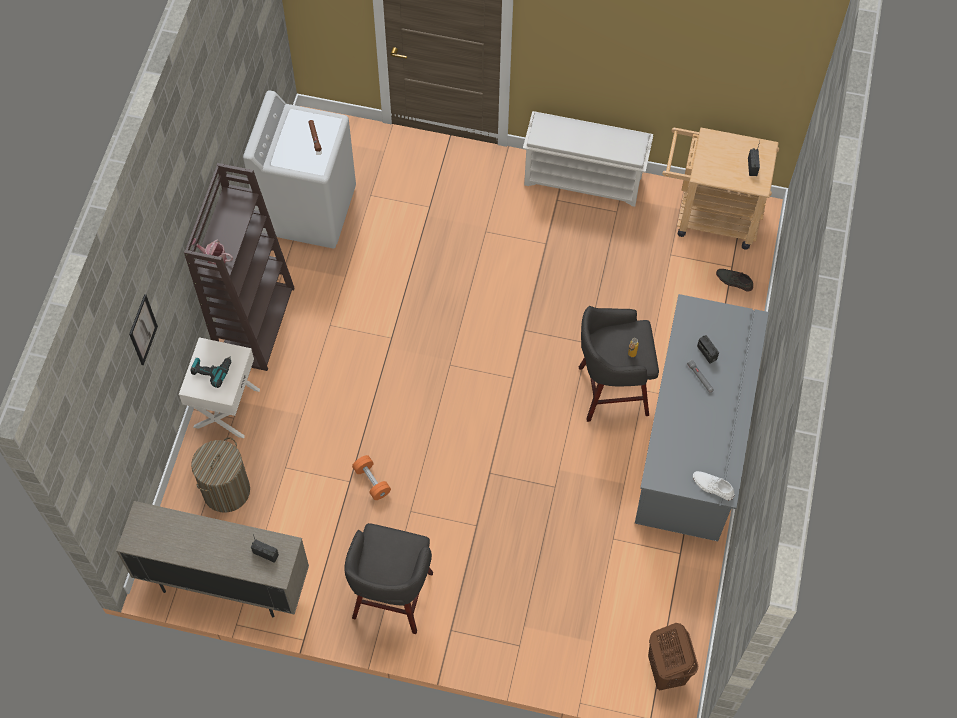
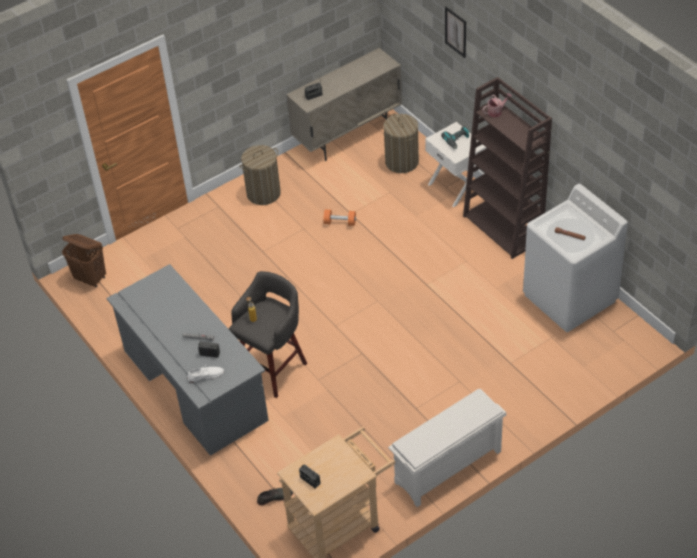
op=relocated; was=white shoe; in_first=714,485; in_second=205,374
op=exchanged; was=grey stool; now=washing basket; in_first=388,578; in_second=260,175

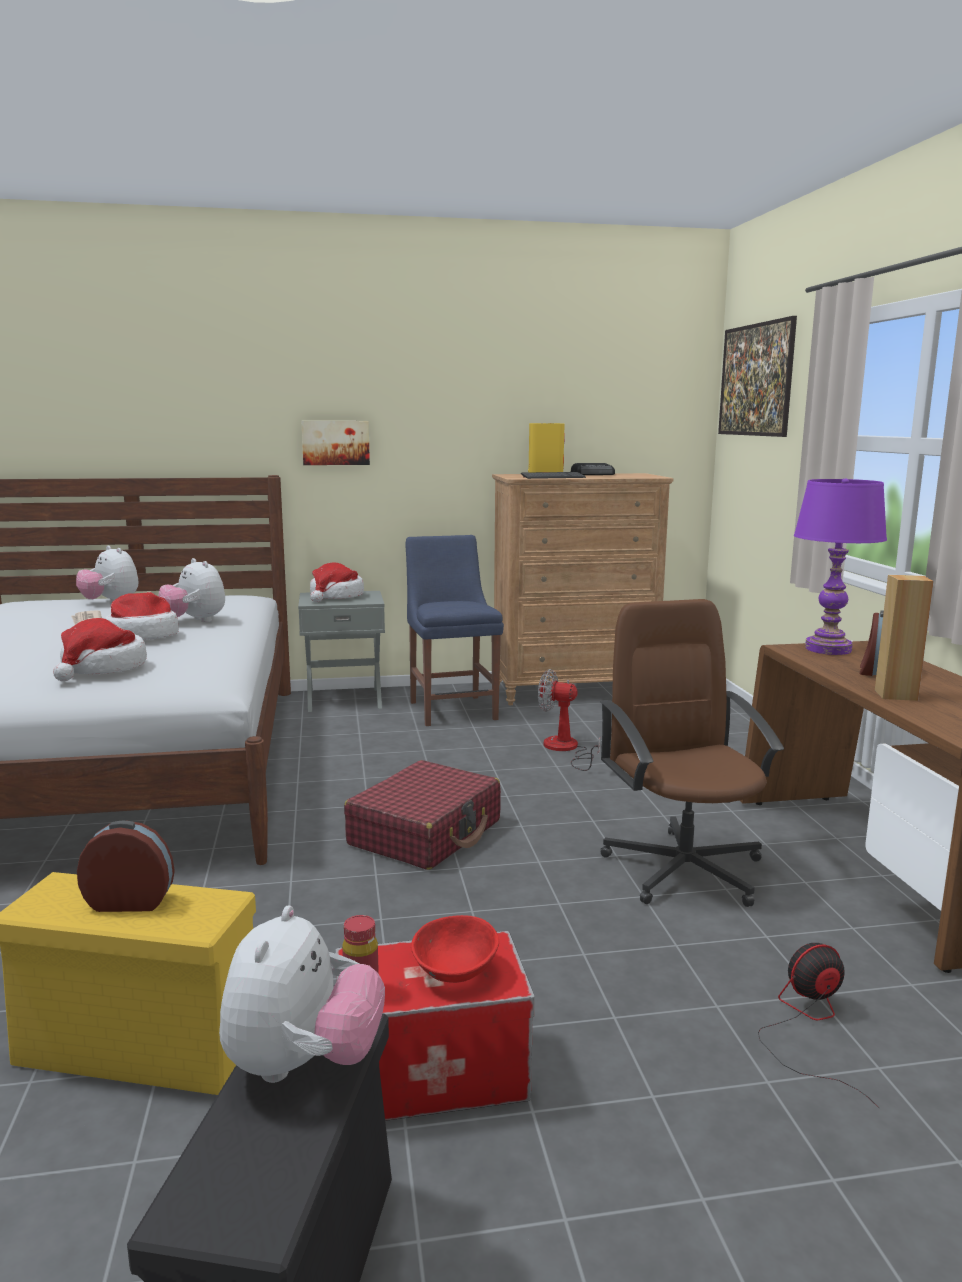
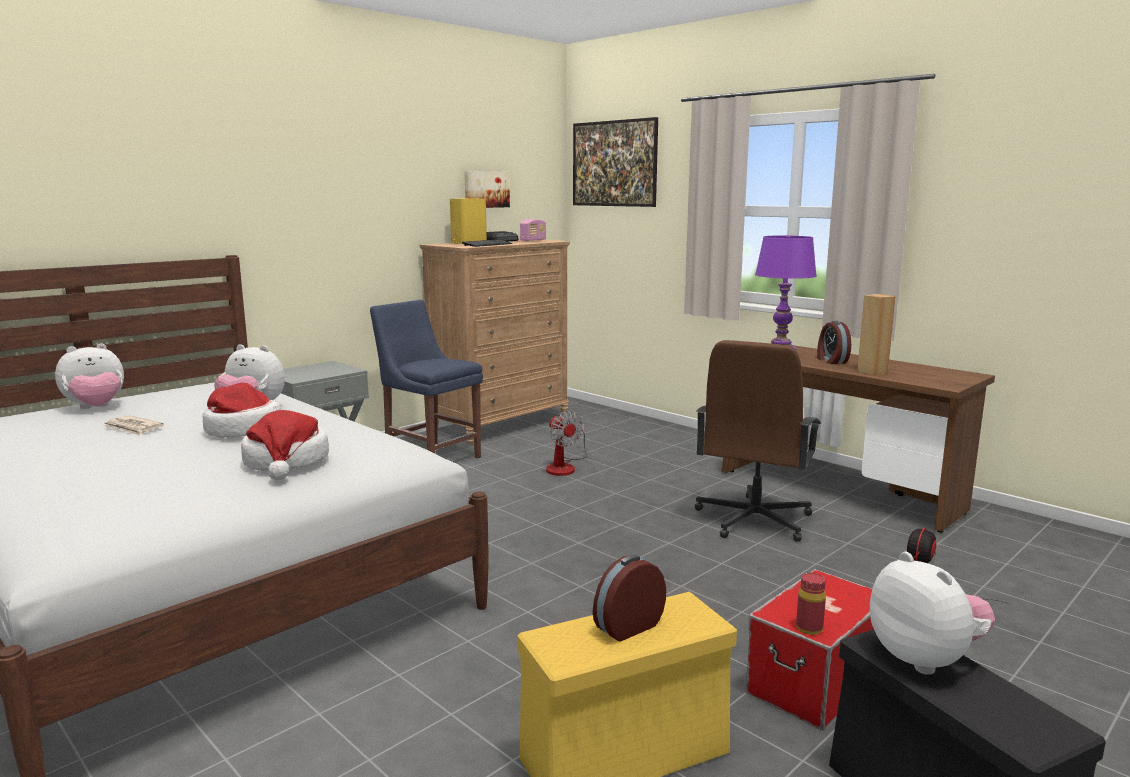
op=missing; was=clothing hat; in_first=337,582
op=missing; was=red suitcase; in_first=422,815
op=missing; was=red deep dish; in_first=455,949
op=appeared; now=radio set; in_second=533,230
op=relocated; was=wall art; in_first=335,443; in_second=487,189
op=spun; was=plush toy; in_first=107,574; in_second=89,376; clockwise=-45
op=spun; was=cooling fan; in_first=569,720; in_second=566,443; clockwise=-105
op=spun; was=brown-coloured office chair; in_first=692,753; in_second=758,441; clockwise=-105

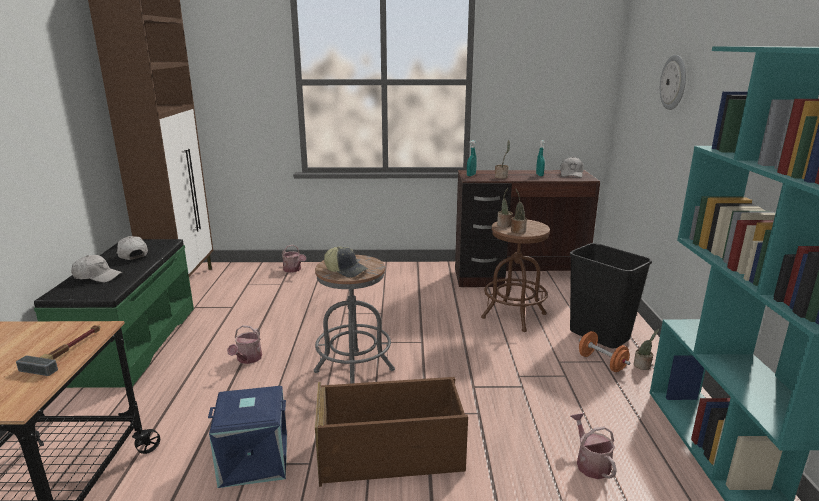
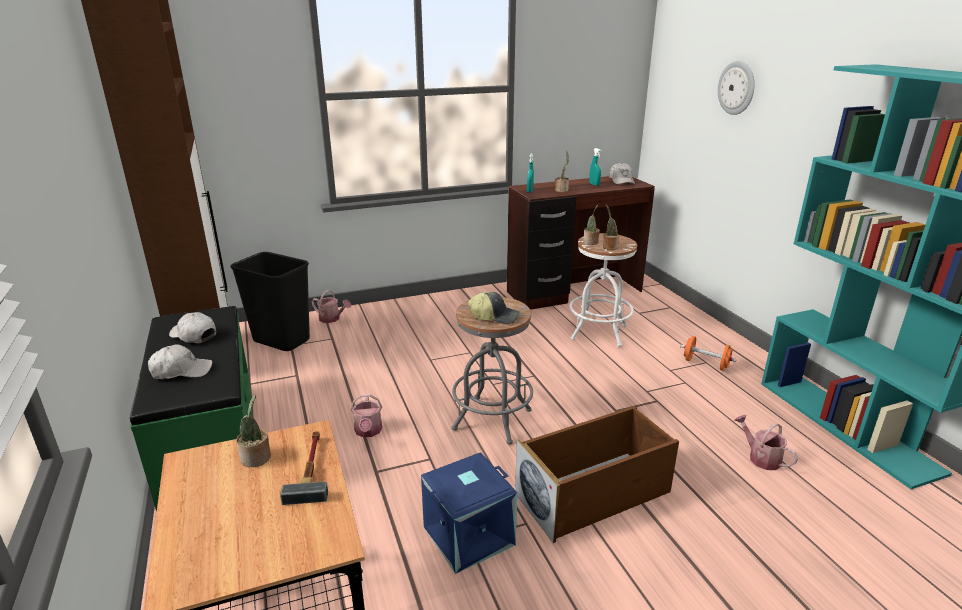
op=relocated; was=black-coloured rubbish bin; in_first=611,295; in_second=270,301
op=relocated; was=houseplant; in_first=646,349; in_second=253,431
op=colour; was=brown-coloured stool; now=white stool; in_first=515,275; in_second=603,290

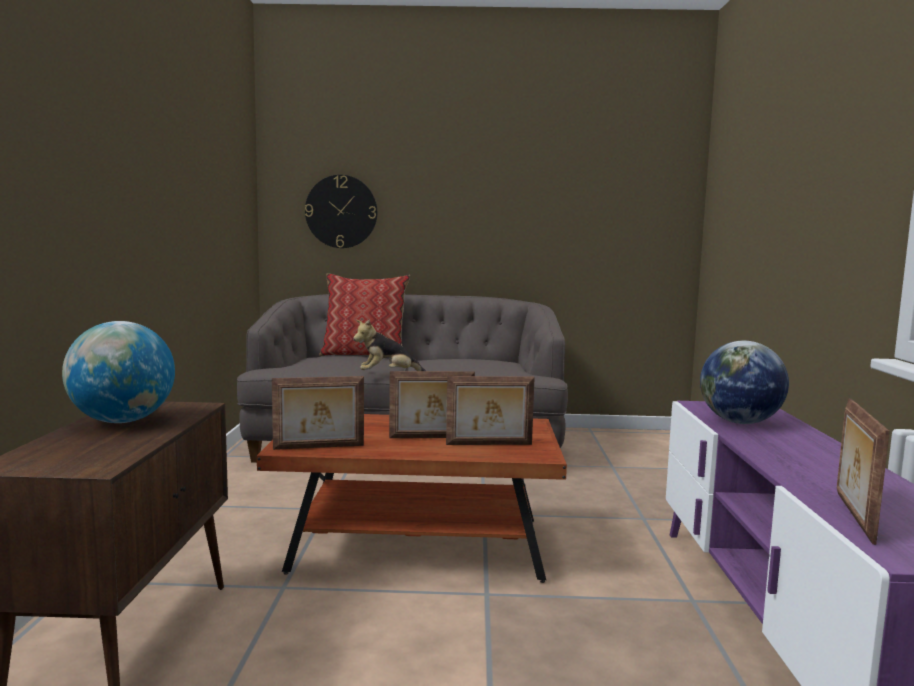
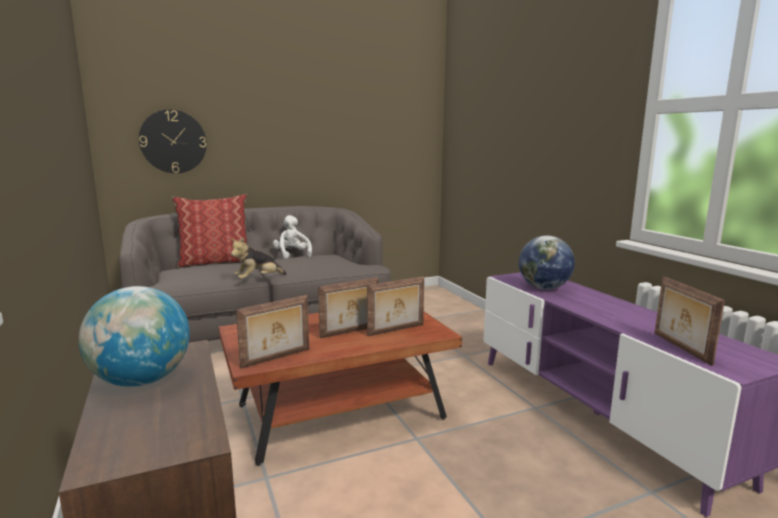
op=appeared; now=white plush toy; in_second=292,237

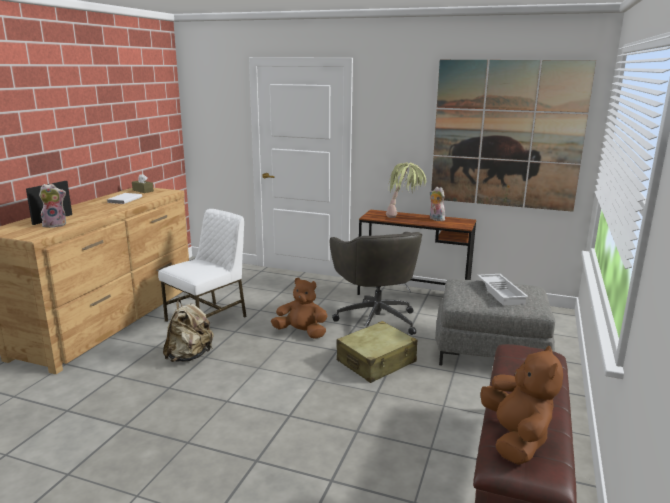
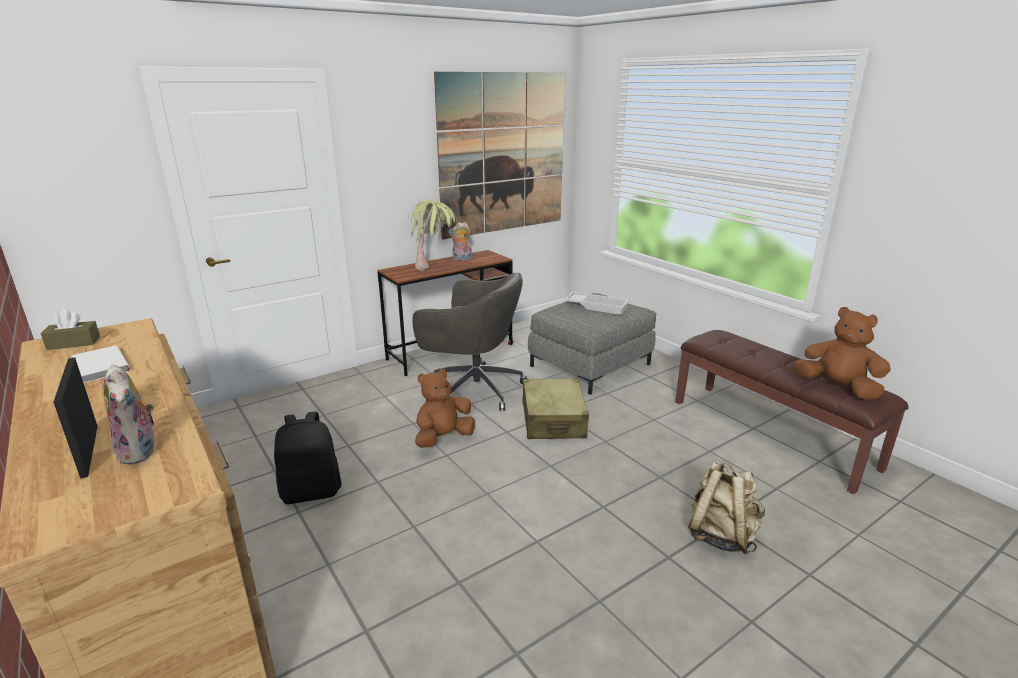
op=relocated; was=beige-coloured rucksack; in_first=188,331; in_second=726,508
op=exchanged; was=white upright chair; now=black-coloured rucksack; in_first=202,265; in_second=307,458
op=spun; was=plush toy; in_first=52,206; in_second=129,414; clockwise=135

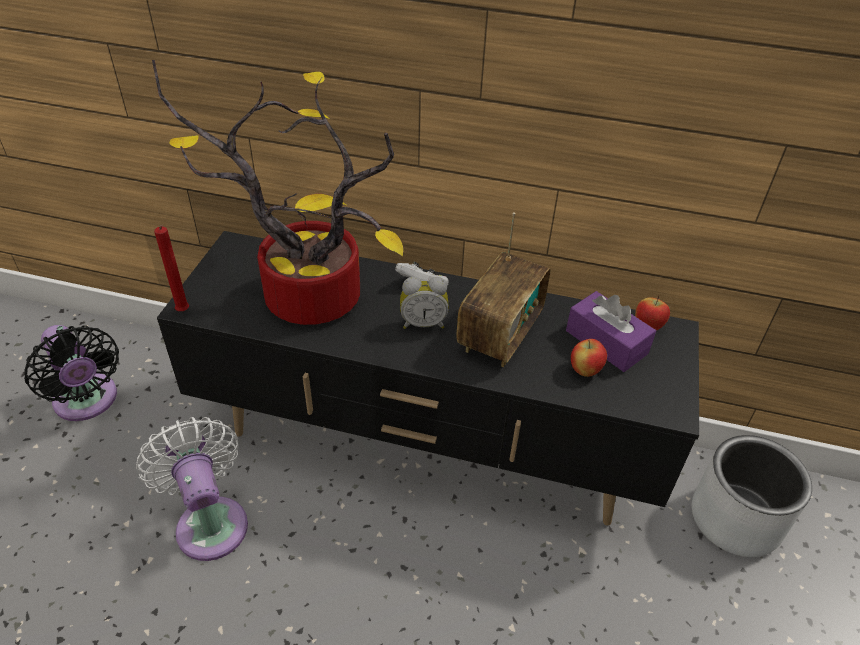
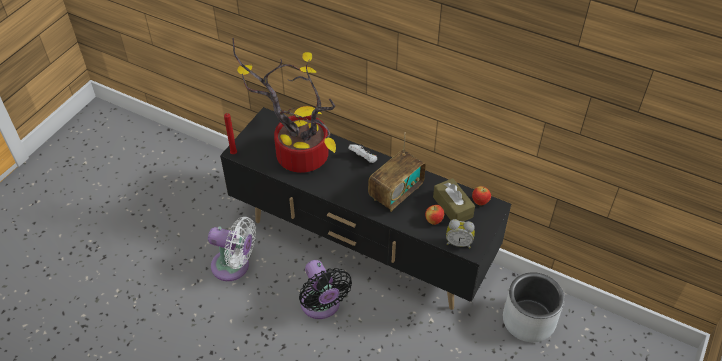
op=relocated; was=black-coloured cooling fan; in_first=71,373; in_second=325,289
op=relocated; was=bedside clock; in_first=424,303; in_second=460,234
op=colour; was=purplish tissue box; now=brown-coloured tissue box; in_first=611,331; in_second=454,200
op=spun; was=white cooling fan; in_first=192,489; in_second=232,249; clockwise=120

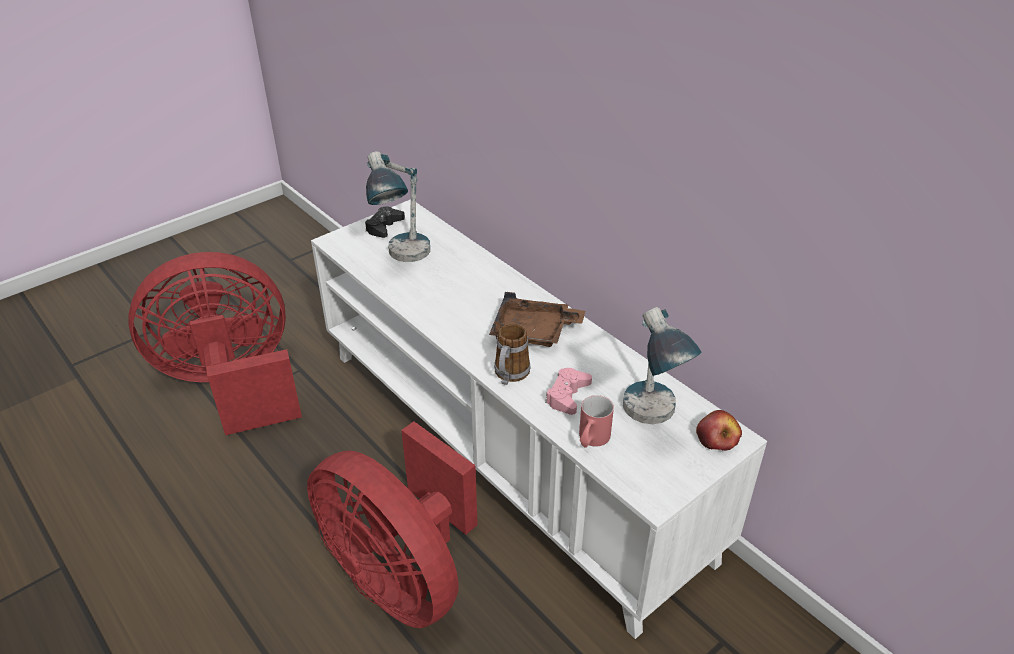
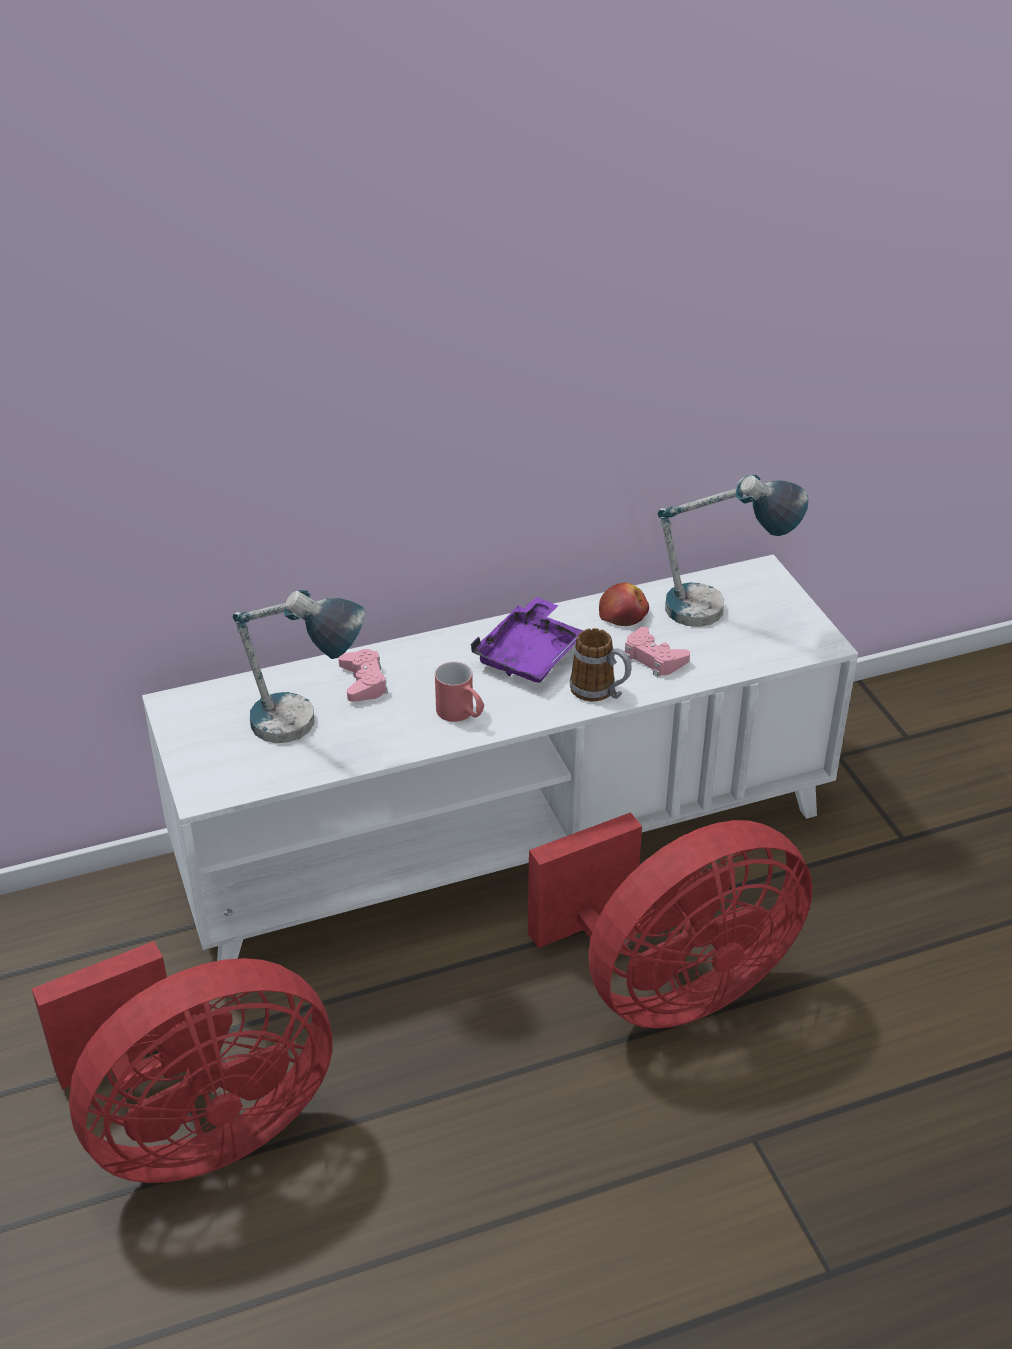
op=missing; was=black-coloured gamepad; in_first=385,222
op=appeared; now=pink gamepad; in_second=363,675
op=relocated; was=red tea mug; in_first=596,421; in_second=459,692
op=relocated; was=apple fruit; in_first=719,430; in_second=624,604
op=colour; was=brown-coloured carrying tray; now=purplish carrying tray; in_first=537,319; in_second=527,640
op=spun; was=red cooling fan; in_first=215,343; in_second=182,1062; clockwise=-120

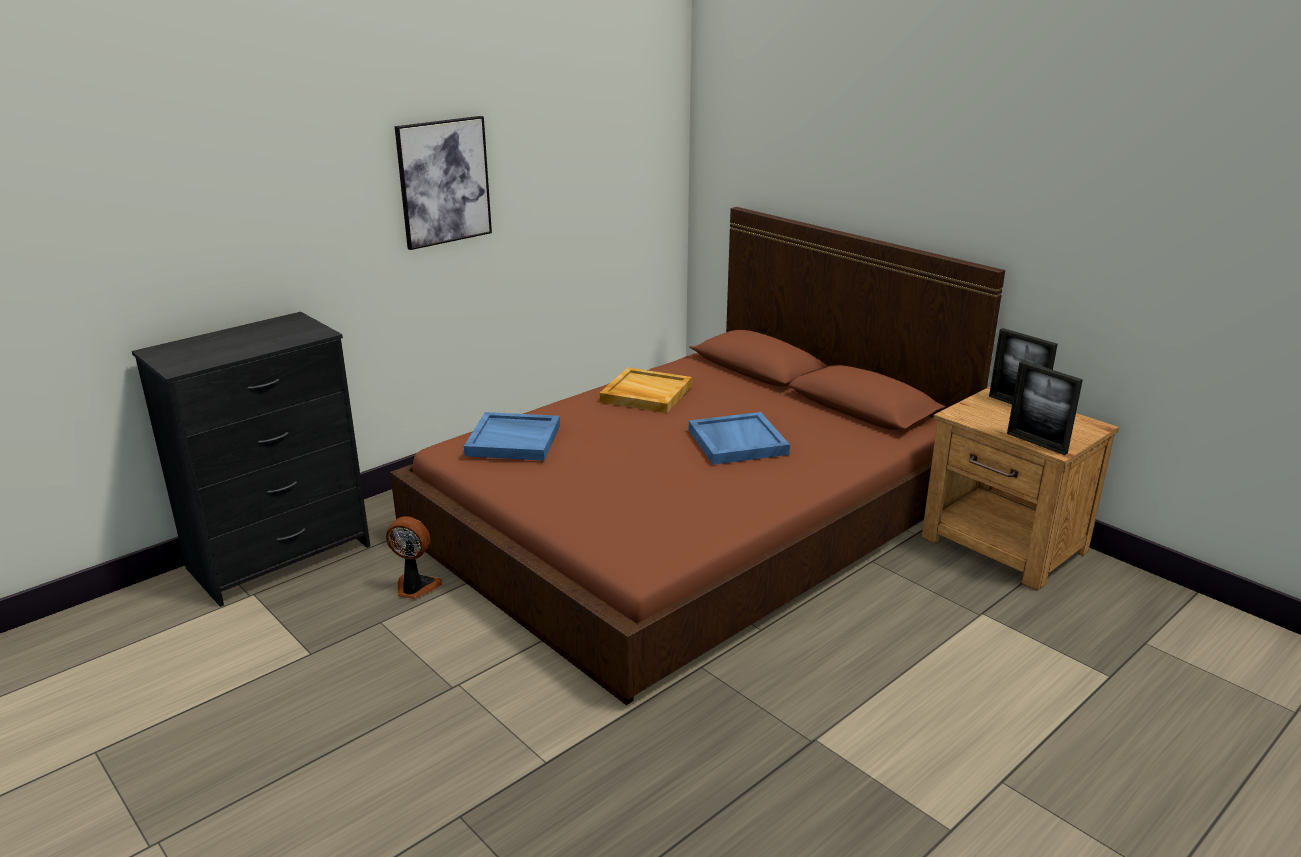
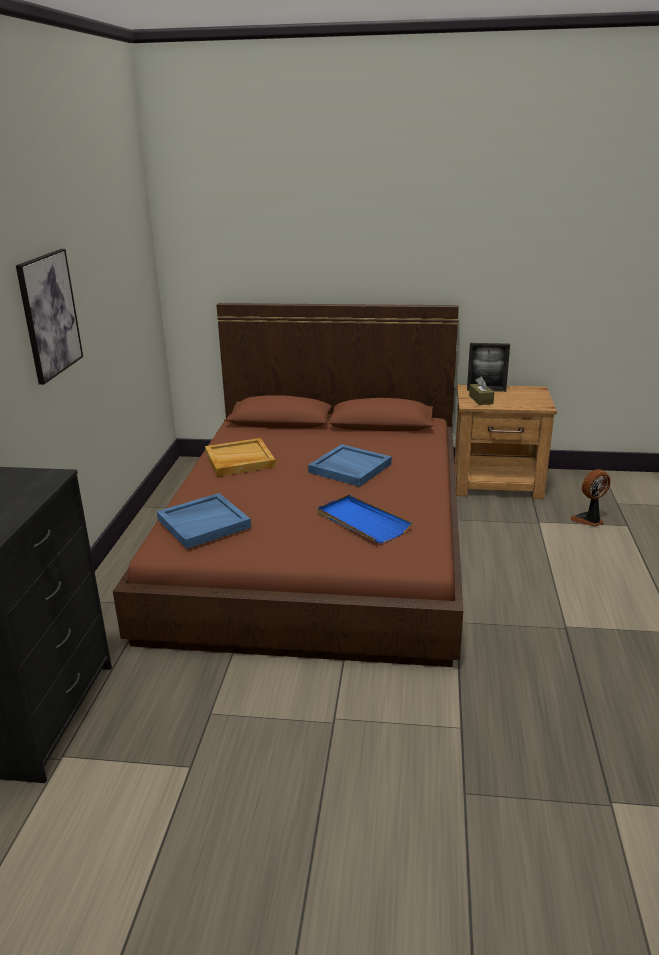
op=missing; was=standing frame; in_first=1045,408
op=appeared; now=blue-coloured carrying tray; in_second=365,519
op=appeared; now=brown-coloured tissue box; in_second=481,391
op=relocated; was=cooling fan; in_first=414,557; in_second=590,497

